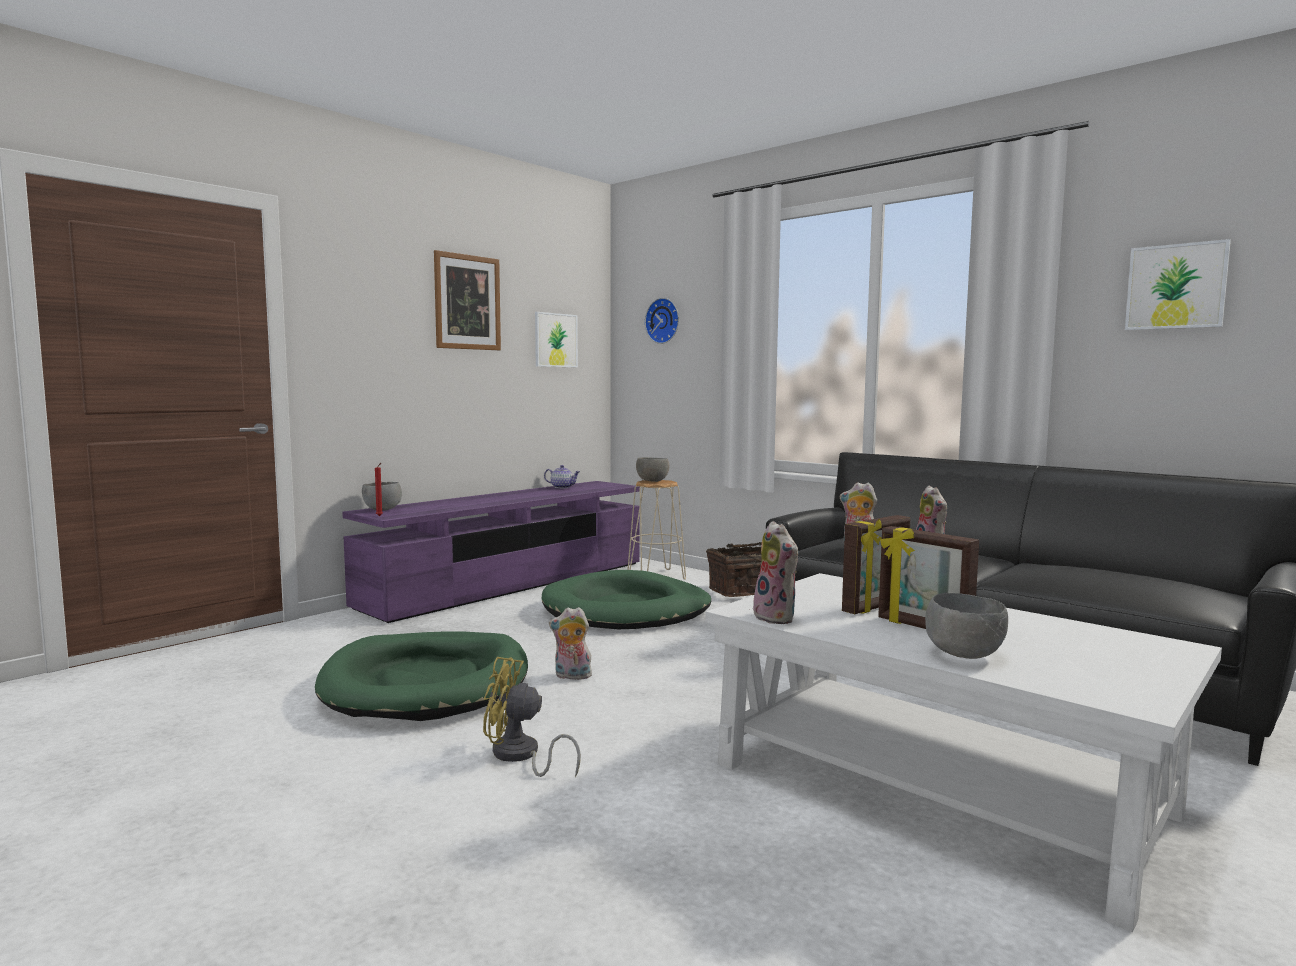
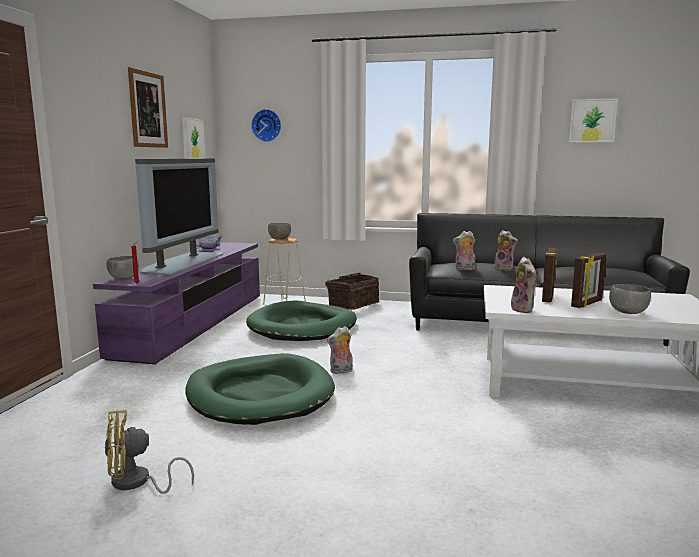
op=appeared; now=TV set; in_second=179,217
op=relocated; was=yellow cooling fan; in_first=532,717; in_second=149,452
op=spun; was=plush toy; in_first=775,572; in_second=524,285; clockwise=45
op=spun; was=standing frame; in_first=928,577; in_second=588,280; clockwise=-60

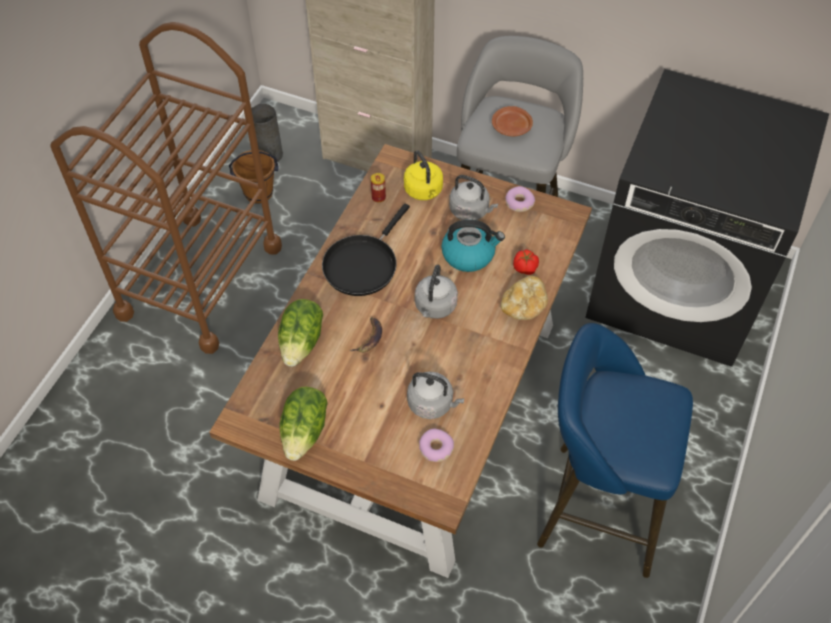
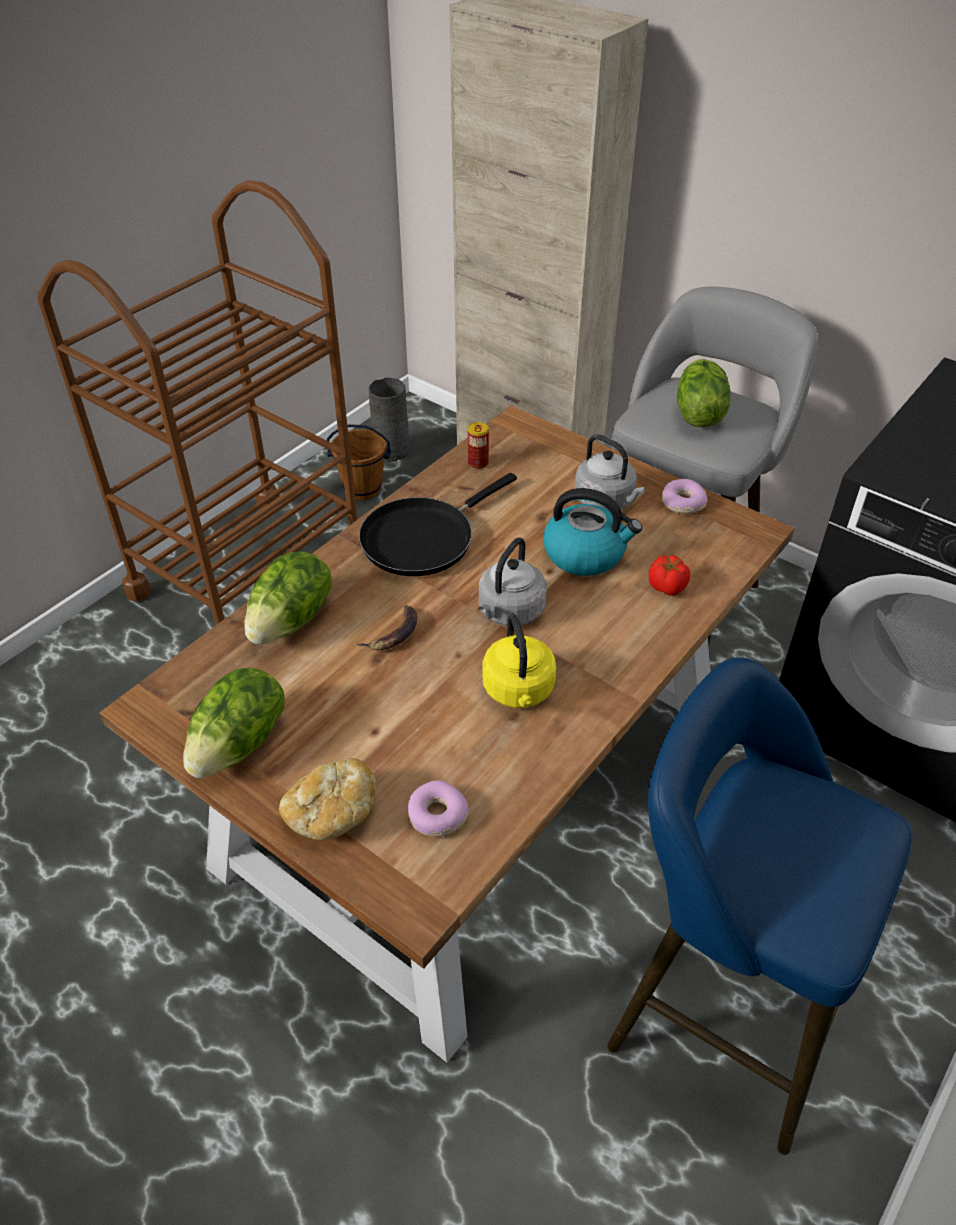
op=missing; was=grey water kettle; in_first=435,395
op=relocated; was=yellow water kettle; in_first=423,175; in_second=519,661
op=relocated; was=baked bread; in_first=524,298; in_second=327,799
op=exchanged; was=brown-coloured plate; now=lettuce head; in_first=512,121; in_second=703,393

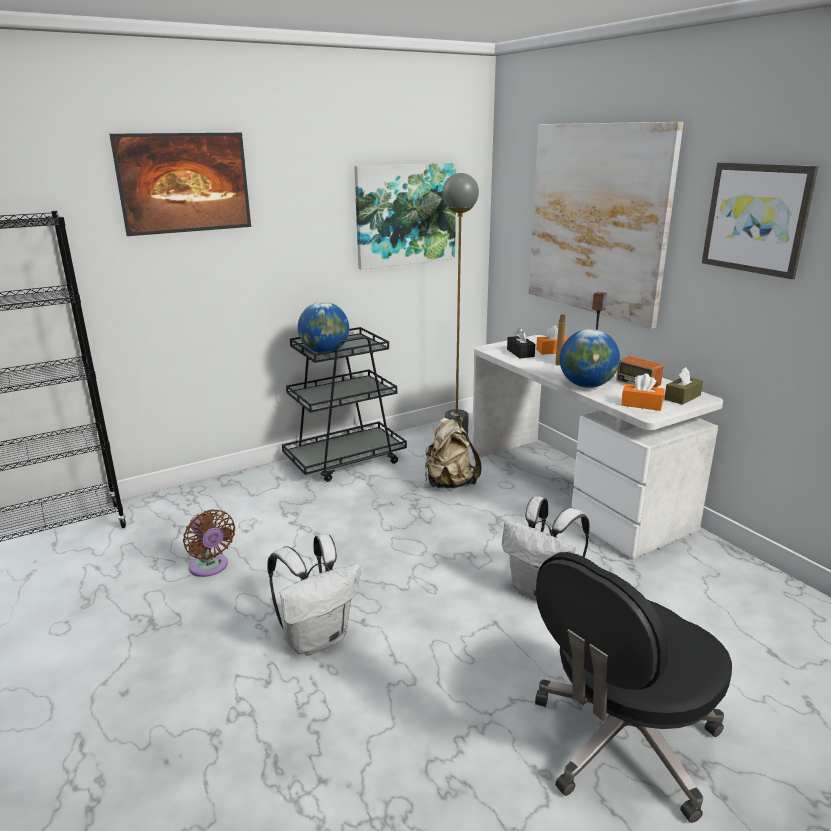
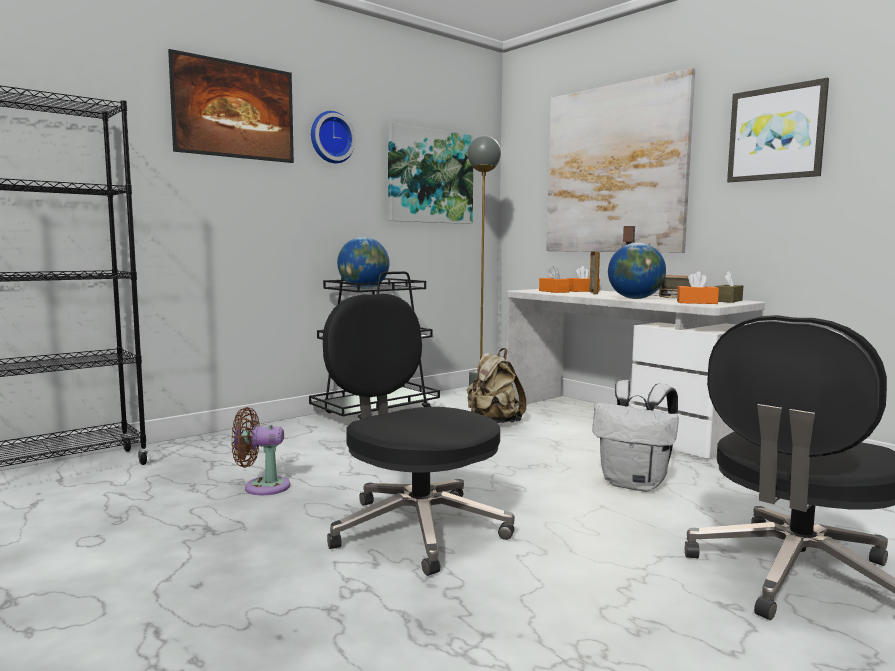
op=appeared; now=clock on the wall; in_second=333,137
op=exchanged; was=white rucksack; now=black-coloured office chair; in_first=313,595; in_second=419,435
op=colour; was=black-coloured tissue box; now=orange tissue box; in_first=521,343; in_second=554,279
op=spun; was=brown-coloured cooling fan; in_first=209,543; in_second=261,451; clockwise=135

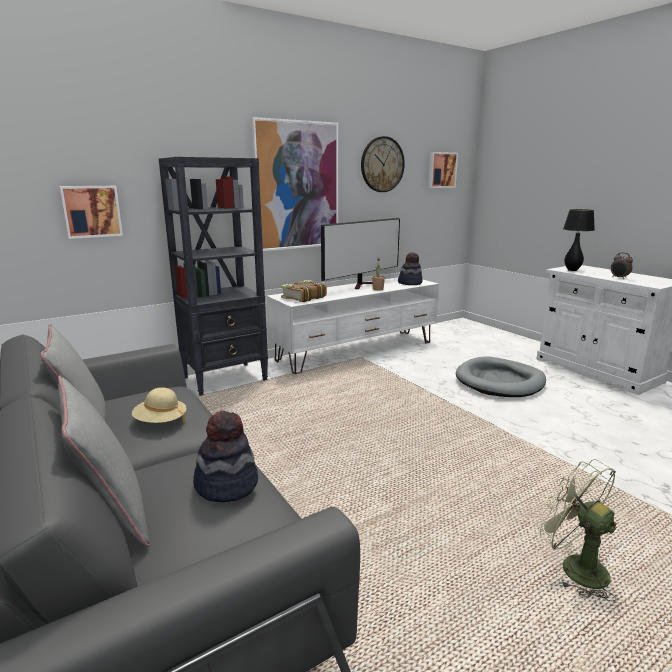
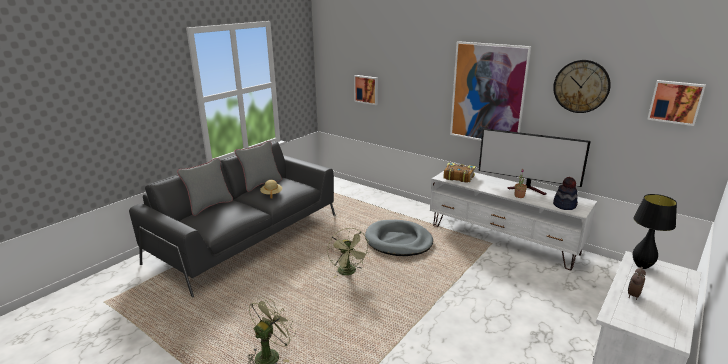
op=missing; was=black-coloured shelving unit; in_first=213,276
op=missing; was=clothing hat; in_first=225,456
op=appeared; now=green cooling fan; in_second=348,253
op=relocated; was=grey dog bed; in_first=501,376; in_second=399,238

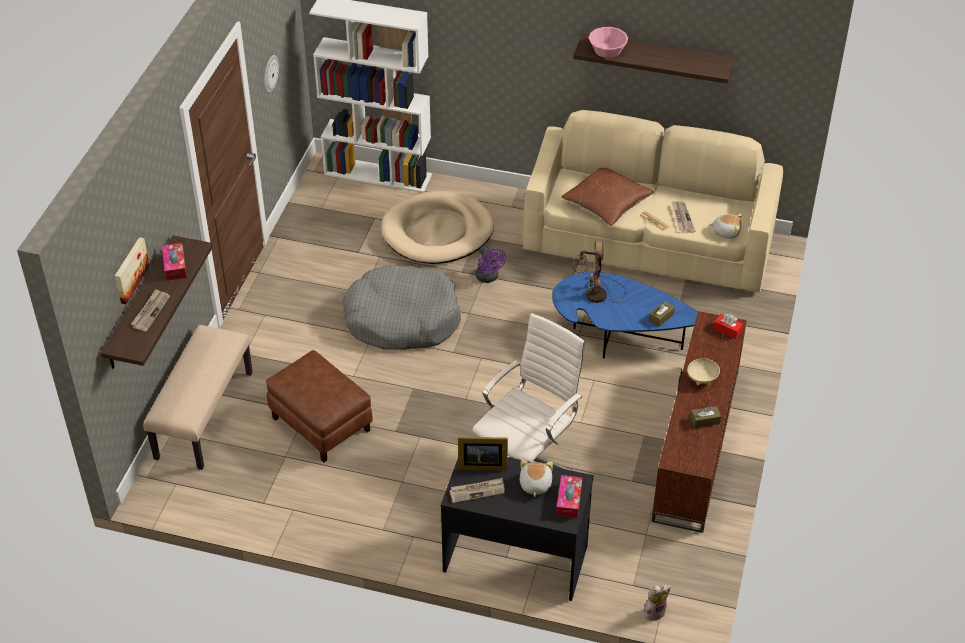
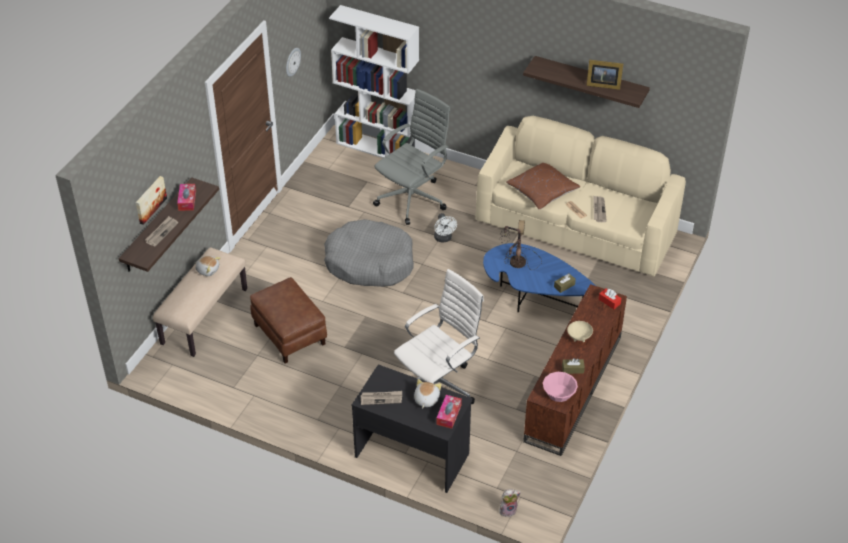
op=relocated; was=standing frame; in_first=483,454; in_second=604,75
op=relocated; was=pink deep dish; in_first=608,42; in_second=560,387
op=relocated; was=plush toy; in_first=726,226; in_second=208,266
op=exchanged; was=beige-coloured dog bed; now=grey office chair; in_first=437,227; in_second=411,157
op=colour; was=purplish cooling fan; now=white cooling fan; in_first=491,264; in_second=445,228

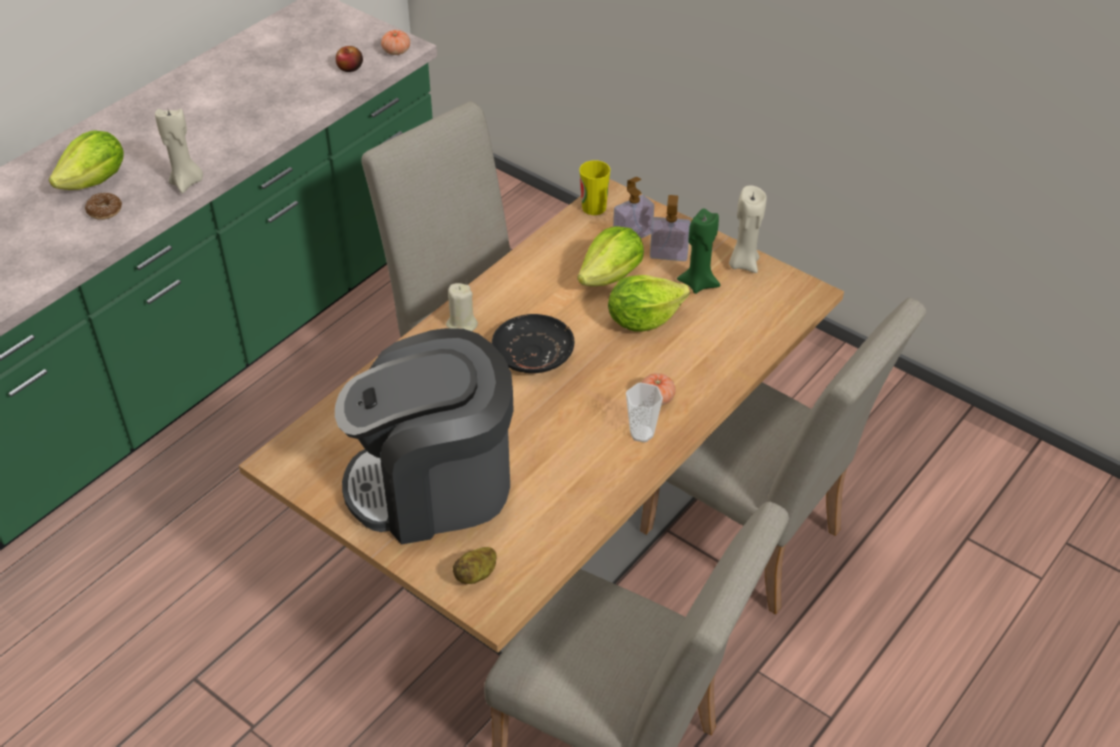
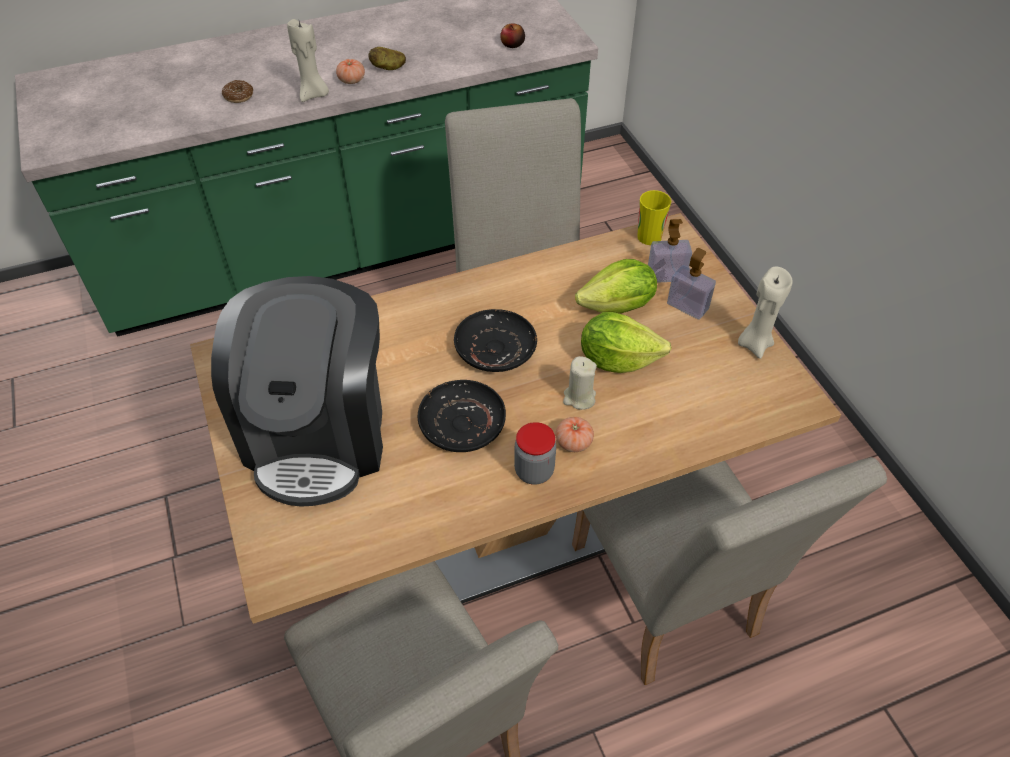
op=missing; was=lettuce head; in_first=86,160
op=missing; was=green wax light; in_first=699,251
op=appeared; now=black-coloured plate; in_second=462,416
op=relocated; was=fresh tomato; in_first=395,42; in_second=350,71
op=relocated; was=beige-coloured wax light; in_first=462,307; in_second=580,383
op=relocated; was=whole potato; in_first=474,565; in_second=387,58
op=exchanged; was=cup; now=jar; in_first=644,412; in_second=535,453
op=spun; was=coffee machine; in_first=424,436; in_second=297,391; clockwise=-105

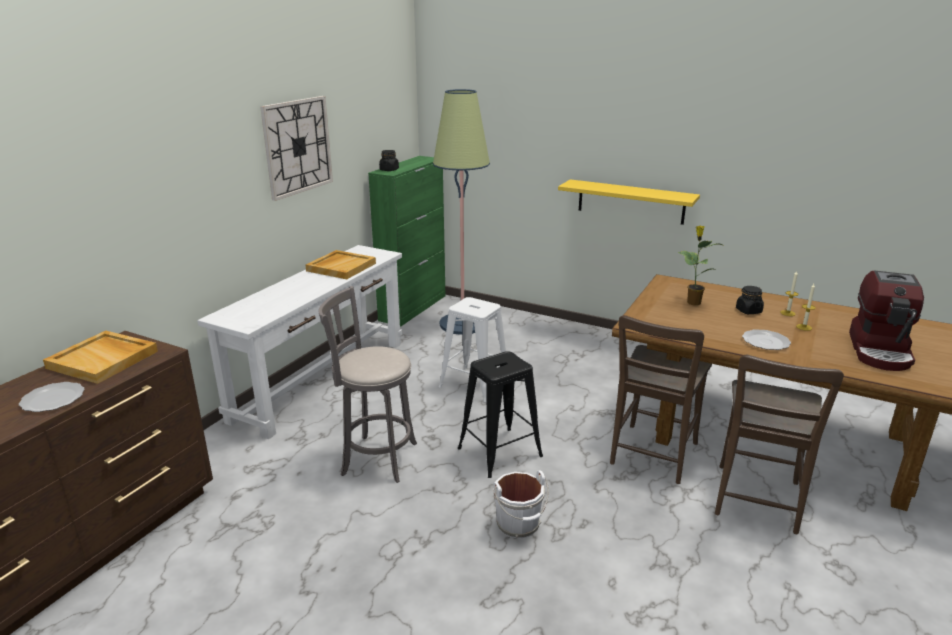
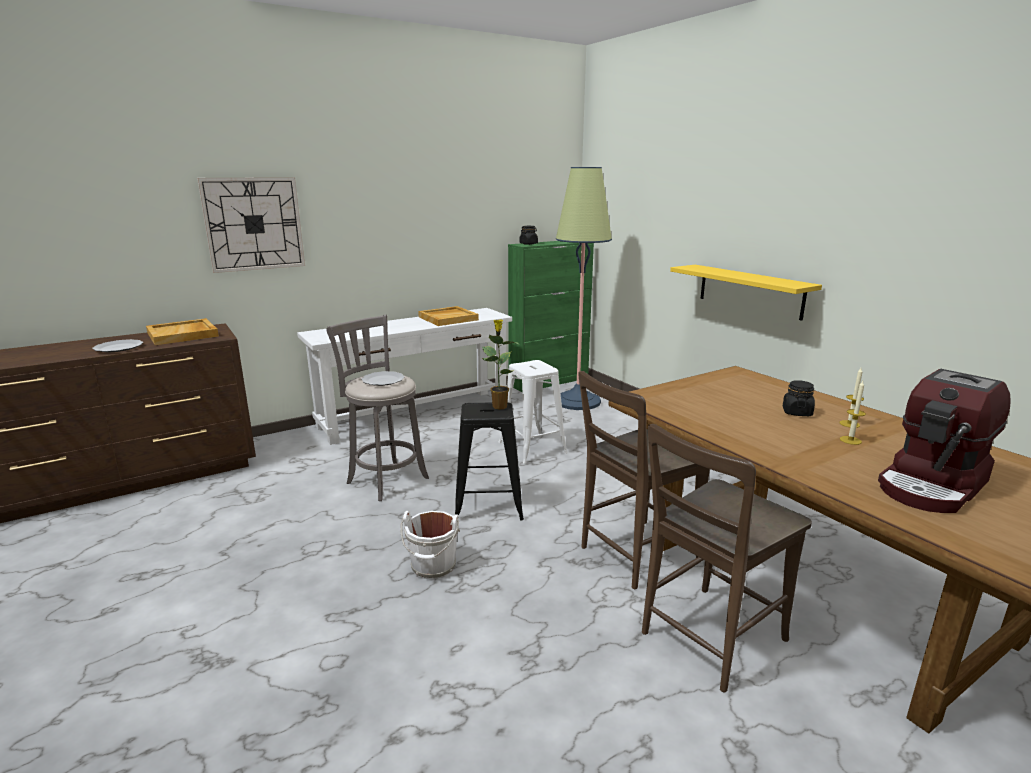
op=relocated; was=clock on the wall; in_first=296,148; in_second=251,225
op=relocated; was=houseplant; in_first=701,265; in_second=500,364
op=relocated; was=plate; in_first=766,339; in_second=383,378

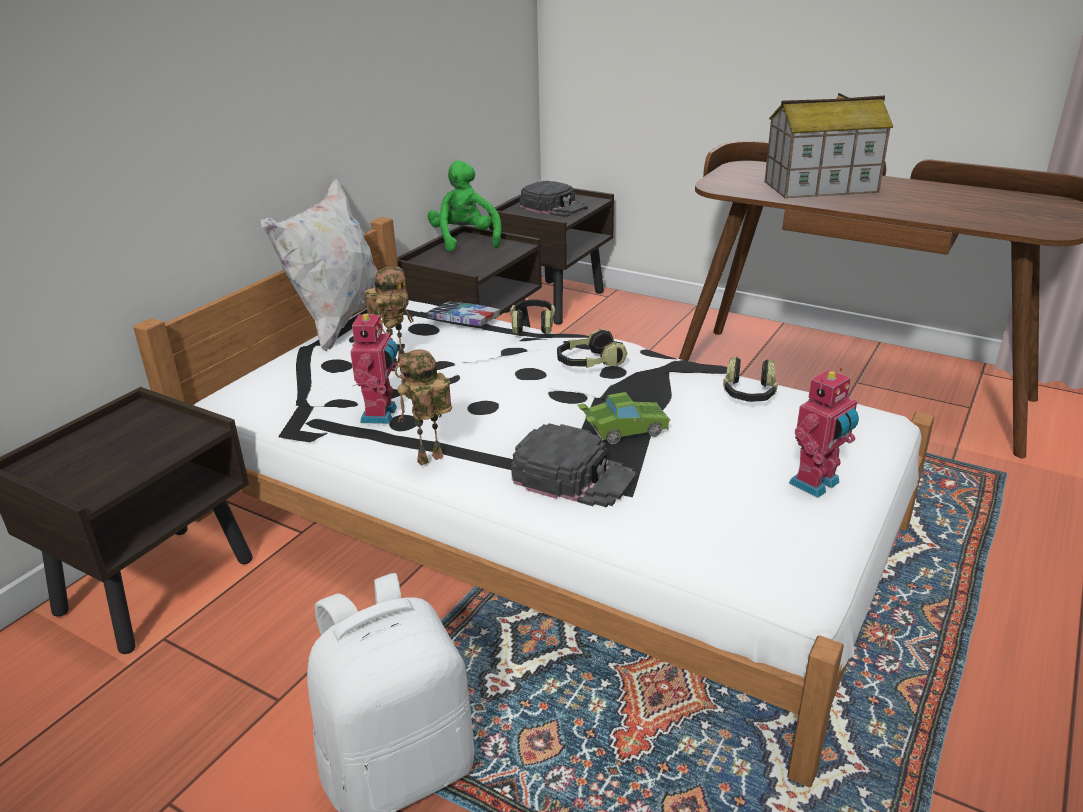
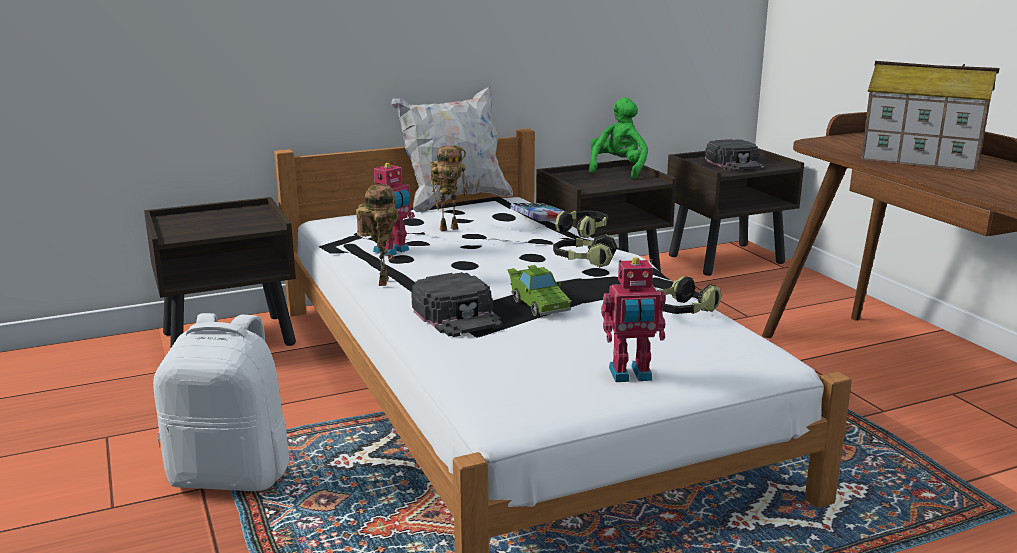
op=spun; was=toy robot; in_first=423,407; in_second=377,235; clockwise=90
op=spun; was=green toy car; in_first=624,418; in_second=539,290; clockwise=45

